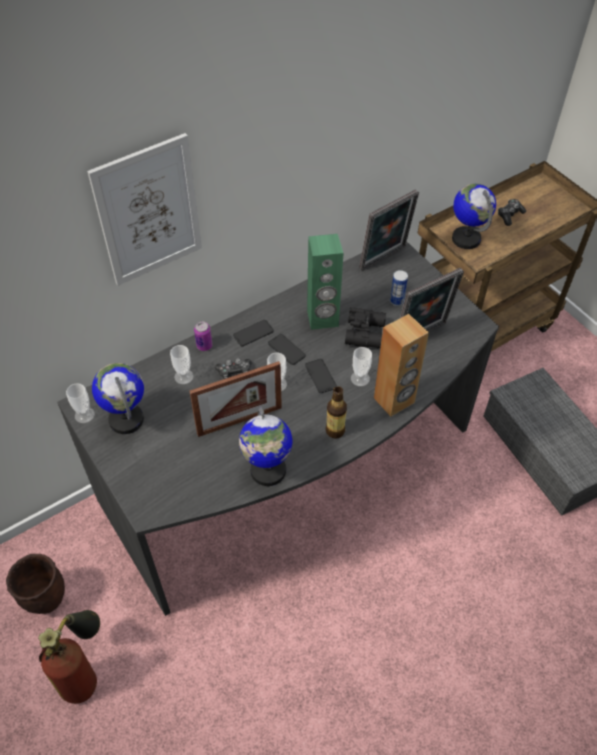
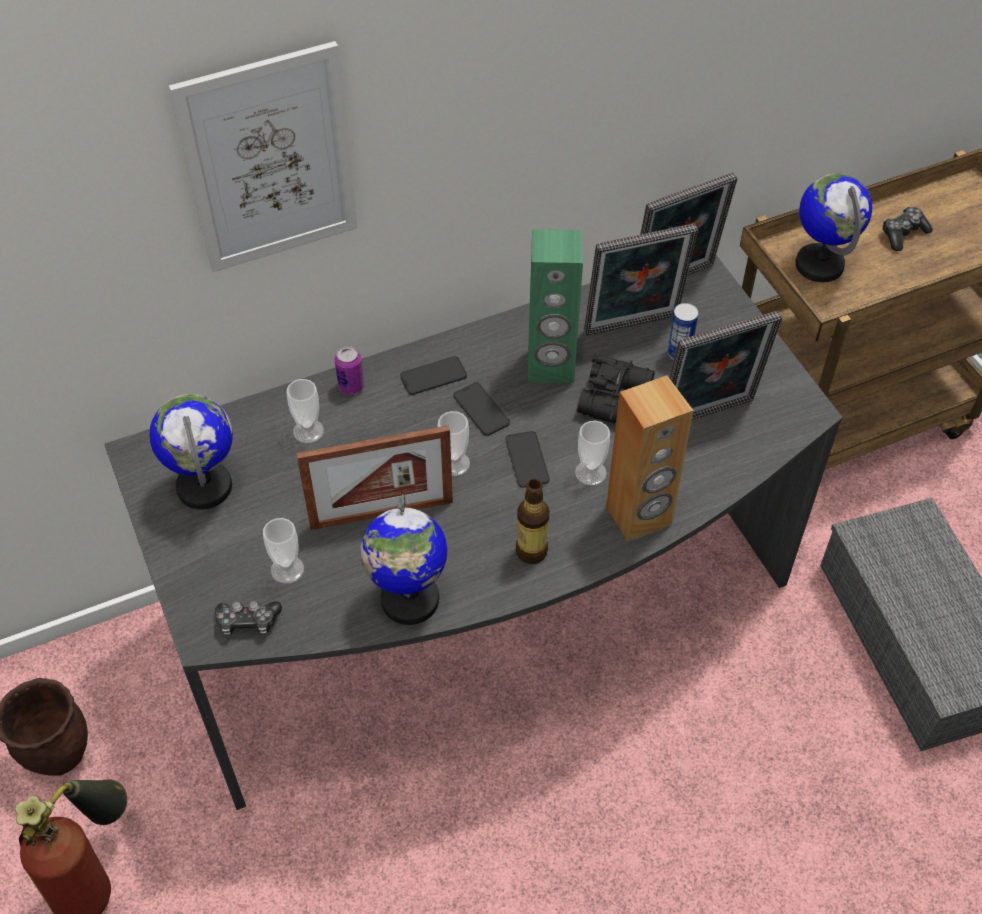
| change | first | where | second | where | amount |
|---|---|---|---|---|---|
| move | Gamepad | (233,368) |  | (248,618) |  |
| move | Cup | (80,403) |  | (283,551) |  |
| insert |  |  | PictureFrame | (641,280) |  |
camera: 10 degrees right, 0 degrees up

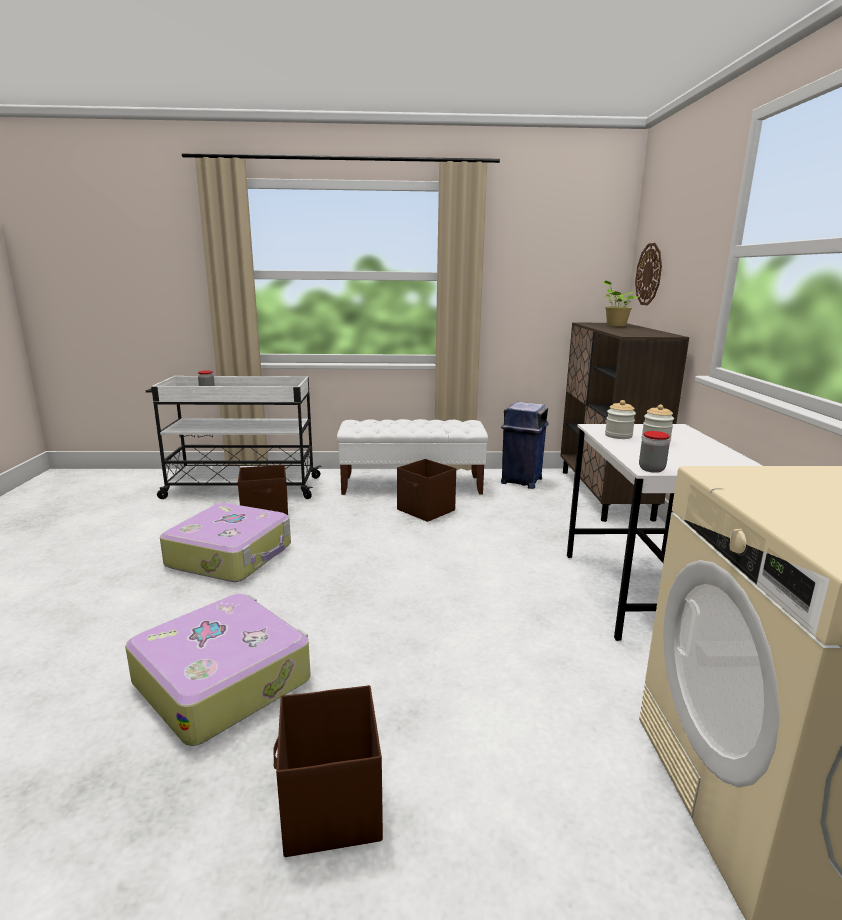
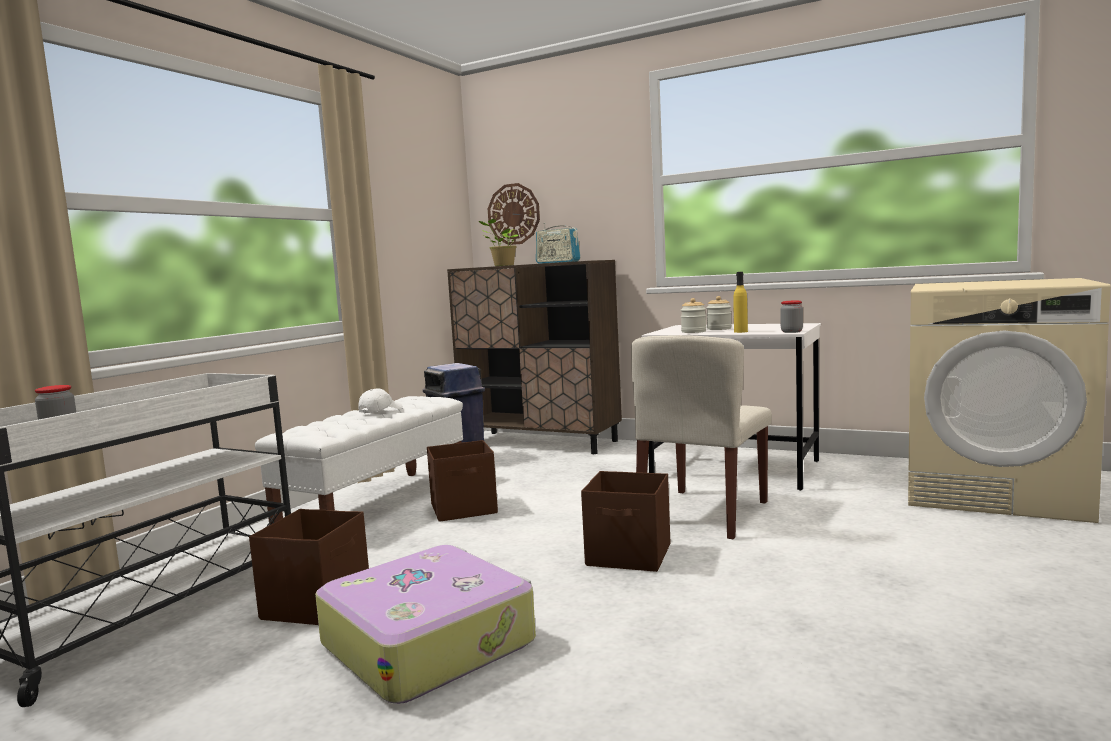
| change | first | where | second | where | amount |
|---|---|---|---|---|---|
| delete | TravelCase | (218,670) |  |  |  |
| move | BrownColouredStorageBox | (328,771) |  | (625,521) |  |
| insert |  |  | RadioReceiver | (558,243) |  |
| insert |  |  | YellowColouredDrinkBottle | (740,302) |  |
| insert |  |  | BeigeColouredChair | (701,437) |  |
| insert |  |  | WhiteColouredCap | (380,400) |  |
camera: 60 degrees left, 10 degrees down

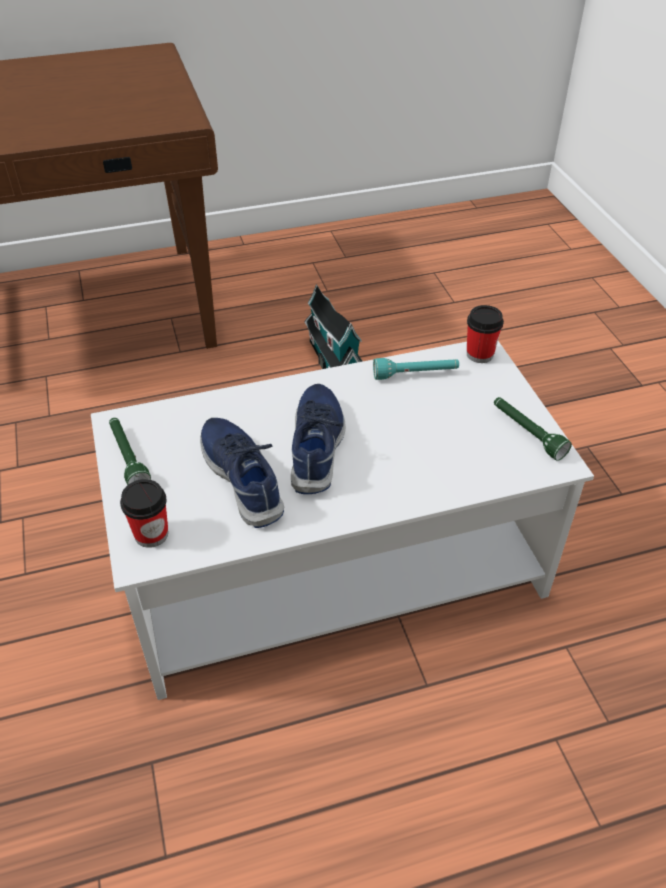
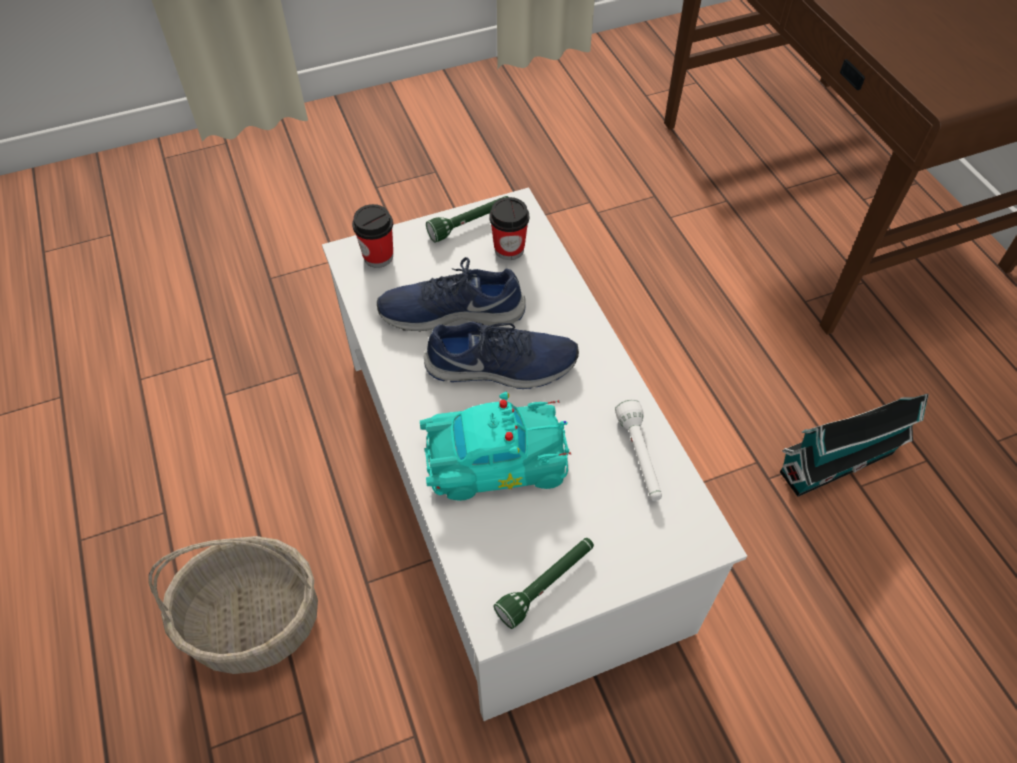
| change | first | where | second | where | amount |
|---|---|---|---|---|---|
| move | Cup | (485,334) |  | (509,228) |  |
| recolor | TurquoiseColouredFlashlight | (416,369) | WhiteColouredFlashlight | (638,450) |  |
| rotate | BlueColouredShoe | (242,473) |  | (451,294) | 150 degrees counterclockwise |
| insert |  |  | TurquoiseColouredMiniatureCar | (495,446) |  |
| insert |  |  | HouseholdBasket | (233,605) |  |
camera: 85 degrees right, 10 degrees up

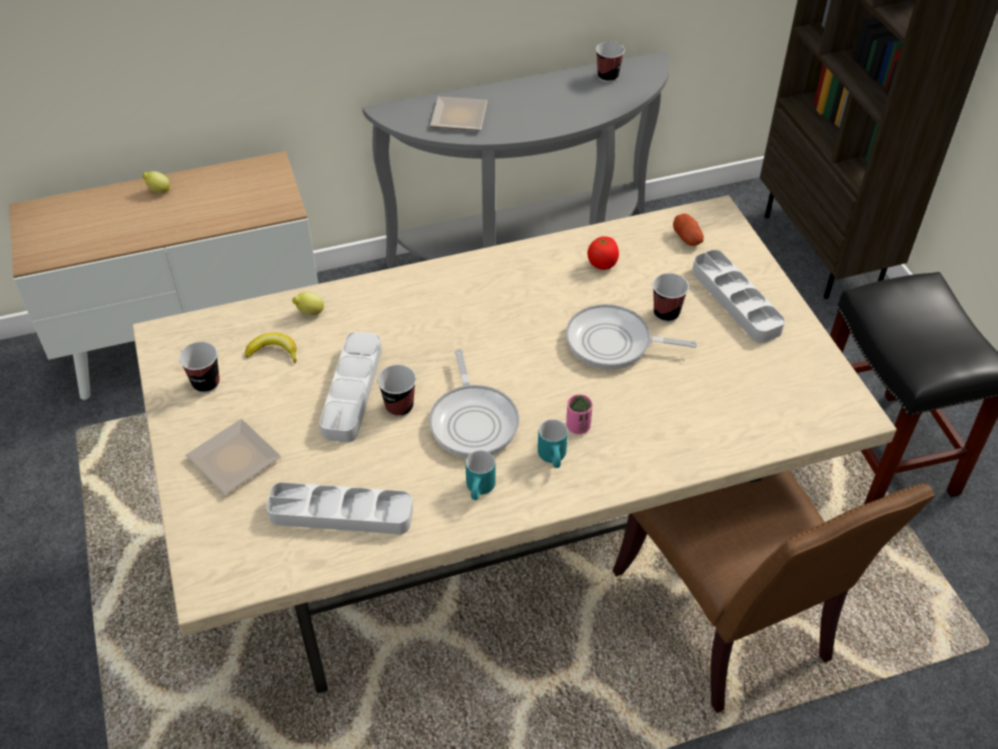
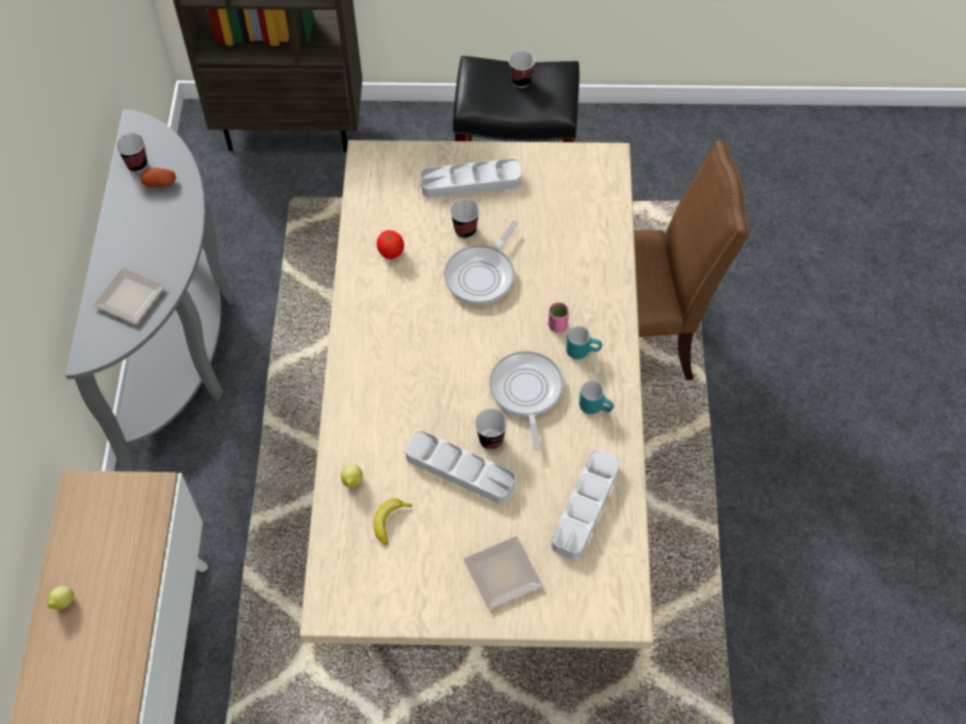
| change | first | where | second | where | amount |
|---|---|---|---|---|---|
| move | Potato | (688,230) |  | (158,177) |  |
| move | Cup | (199,367) |  | (521,69) |  |
| rotate | Pan | (474,403) |  | (526,400) | 105 degrees counterclockwise |
camera: 70 degrees left, 10 degrees up

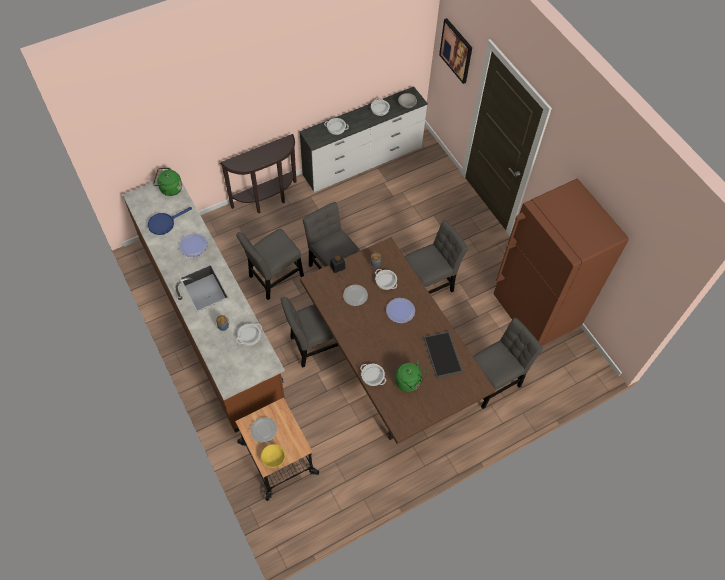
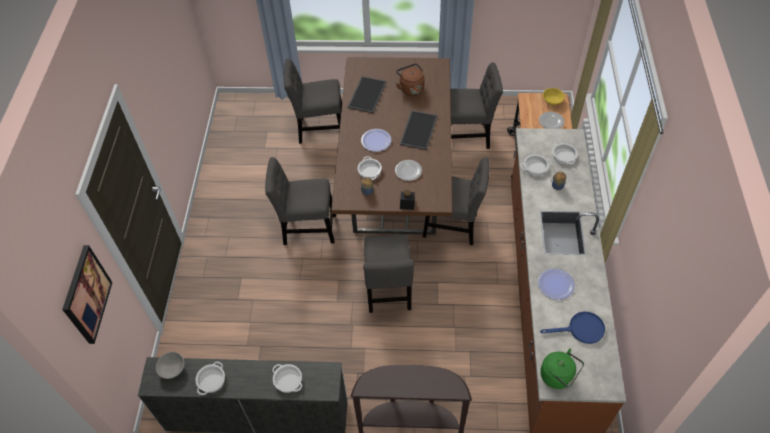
| change | first | where | second | where | amount |
|---|---|---|---|---|---|
| delete | BrownColouredRefrigerator | (561,262) |  |  |  |
| move | GrayChair | (270,264) |  | (476,105) |  |
| recolor | GreenishTeaKettle | (411,376) | BrownColouredTeaKettle | (410,79) |  |
| move | CookingPot | (373,375) |  | (565,152) |  |
| insert |  |  | ServingTray | (419,130) |  |
camera: 145 degrees left, 5 degrees down

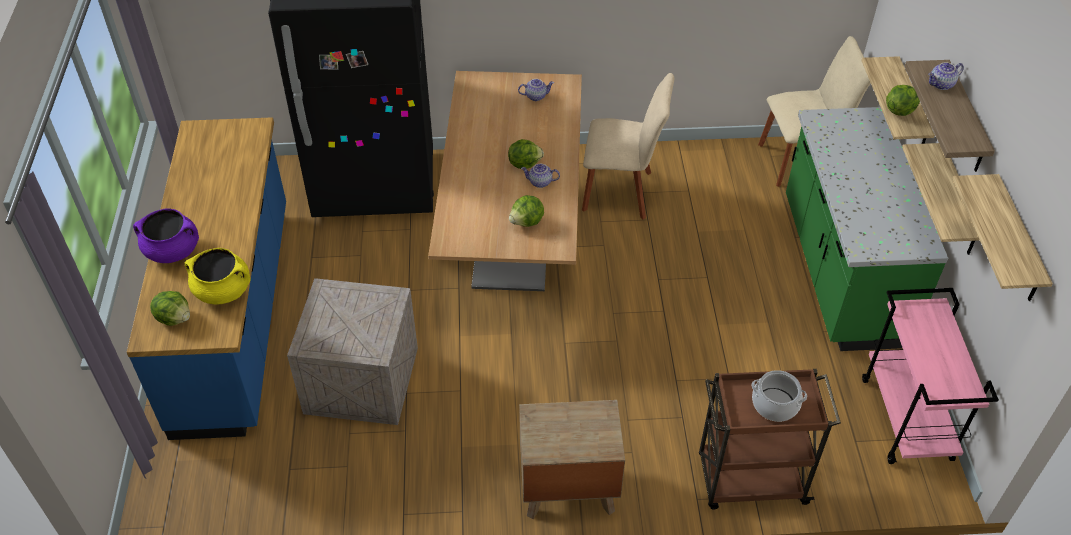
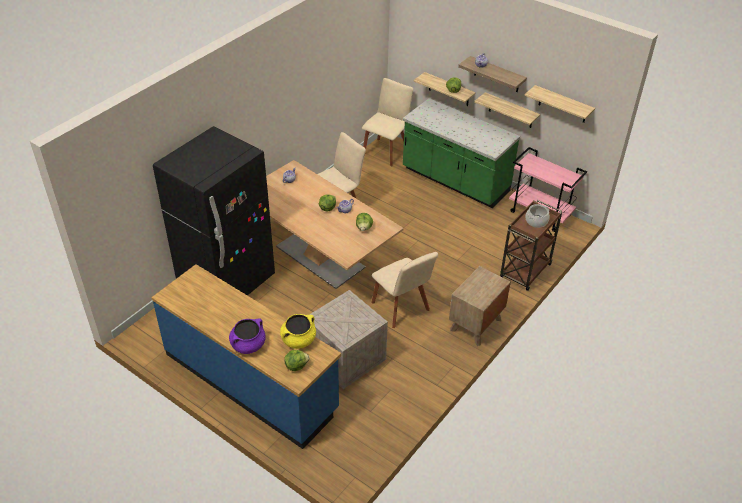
| change | first | where | second | where | amount |
|---|---|---|---|---|---|
| insert |  |  | BeigeColouredChair | (404,290) |  |
camera: 50 degrees left, 5 degrees down

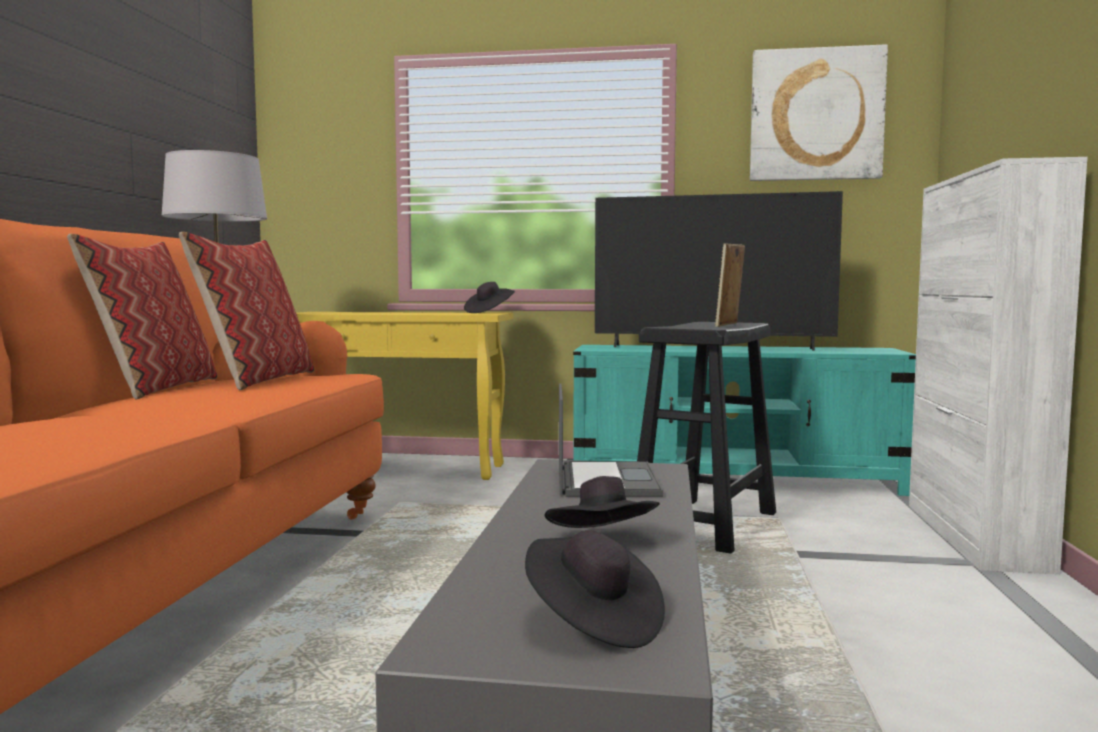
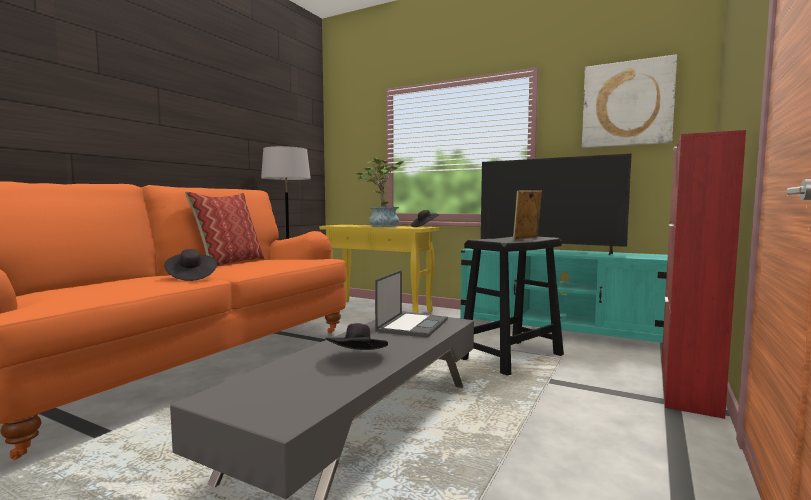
| change | first | where | second | where | amount |
|---|---|---|---|---|---|
| recolor | WhiteColouredCupboard | (998,365) | RedCupboard | (704,274) |  |
| delete | Cushion | (246,311) |  |  |  |
| move | BlackishHat | (595,589) |  | (190,265) |  |
| insert |  |  | PlantInAPot | (379,192) |  |
camera: 20 degrees right, 0 degrees up

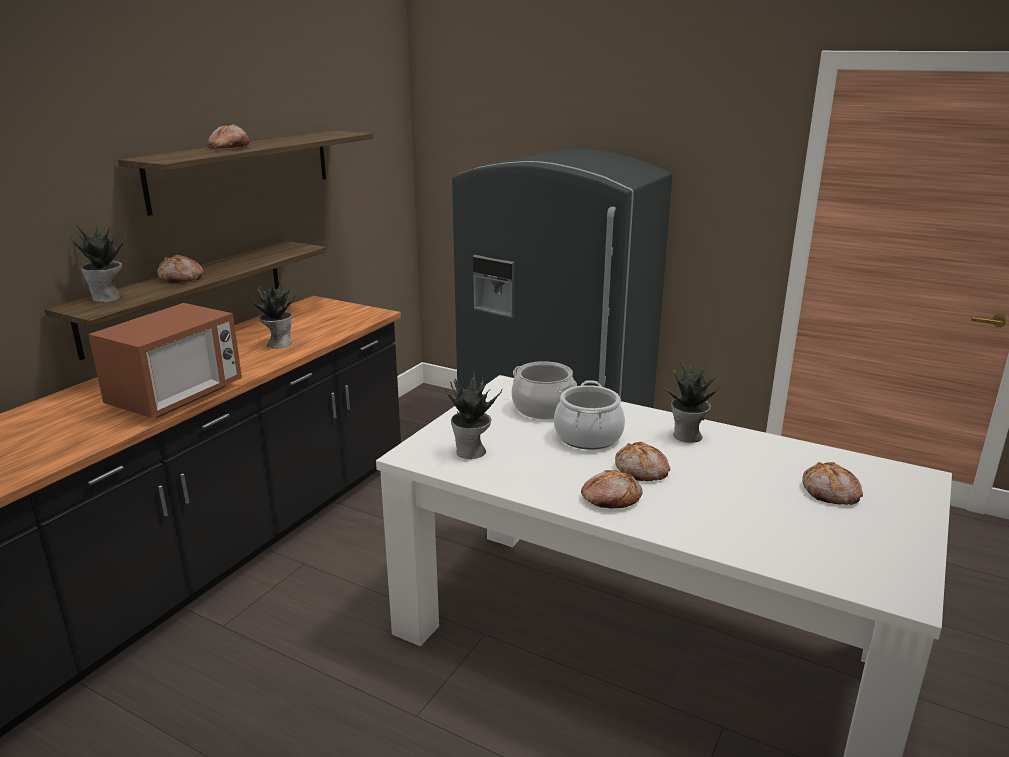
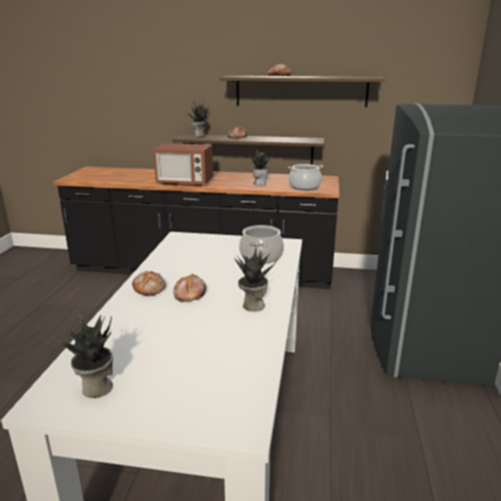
| change | first | where | second | where | amount |
|---|---|---|---|---|---|
| move | PlantInAPot | (474,415) |  | (82,355) |  |
| move | CookingPot | (589,415) |  | (305,177) |  |
| delete | Bread | (832,483) |  |  |  |
camera: 70 degrees right, 0 degrees up

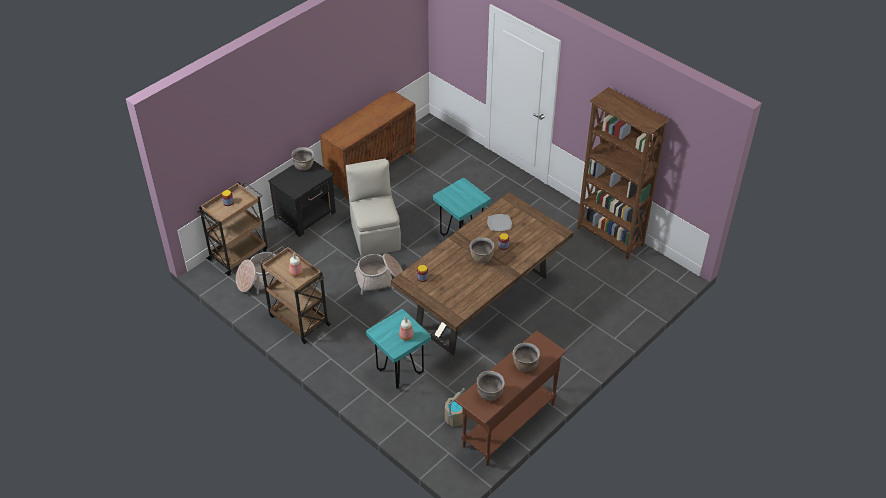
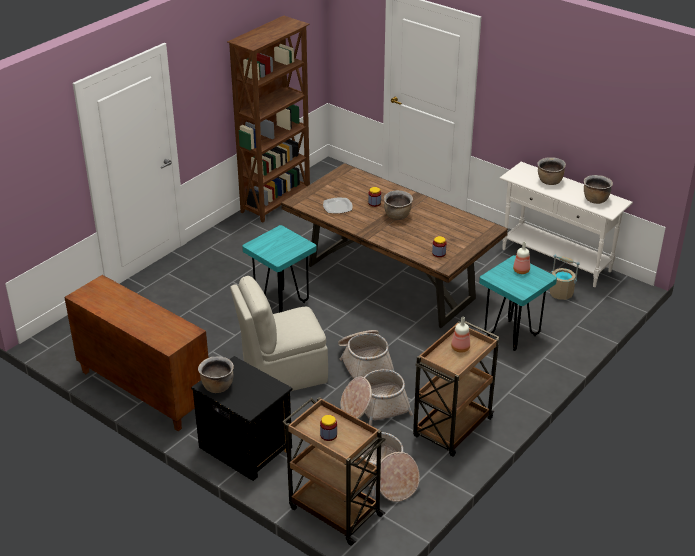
| change | first | where | second | where | amount |
|---|---|---|---|---|---|
| recolor | BrownColouredNarrowTable | (511,398) | WhiteColouredNarrowTable | (566,224) |  |
| insert |  |  | HouseholdBasket | (376,397) |  |
camera: 95 degrees left, 10 degrees down

